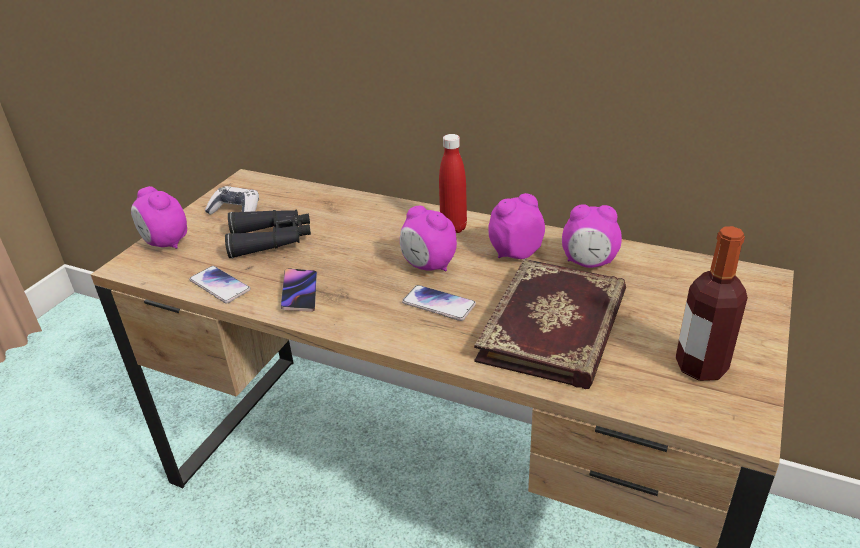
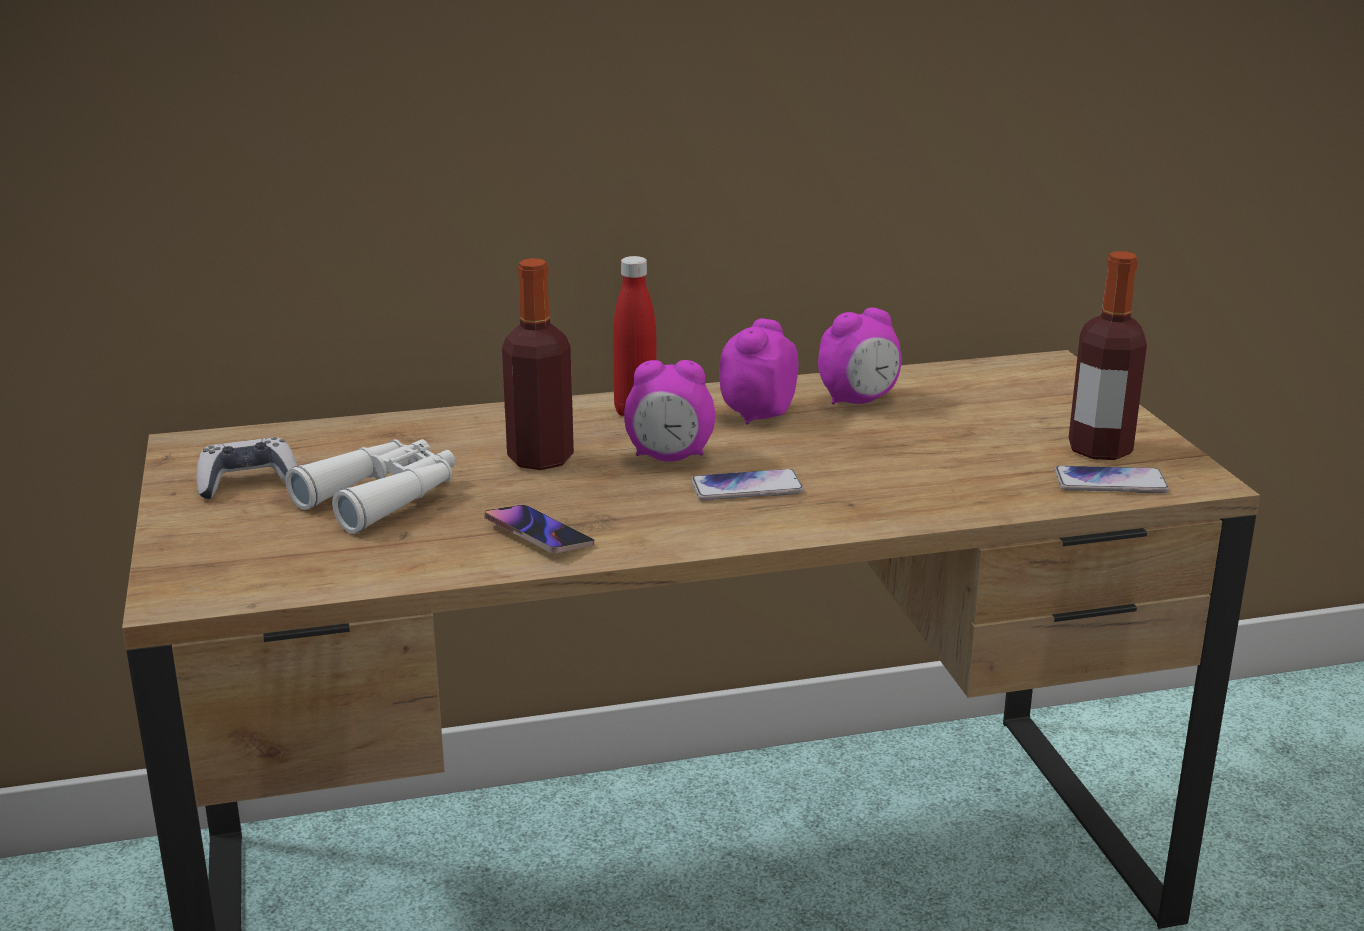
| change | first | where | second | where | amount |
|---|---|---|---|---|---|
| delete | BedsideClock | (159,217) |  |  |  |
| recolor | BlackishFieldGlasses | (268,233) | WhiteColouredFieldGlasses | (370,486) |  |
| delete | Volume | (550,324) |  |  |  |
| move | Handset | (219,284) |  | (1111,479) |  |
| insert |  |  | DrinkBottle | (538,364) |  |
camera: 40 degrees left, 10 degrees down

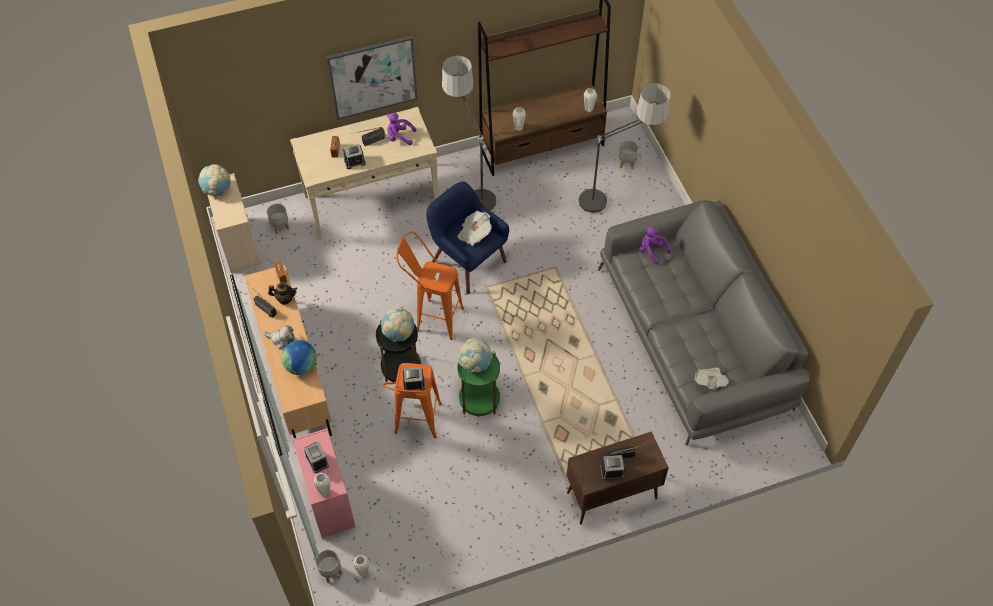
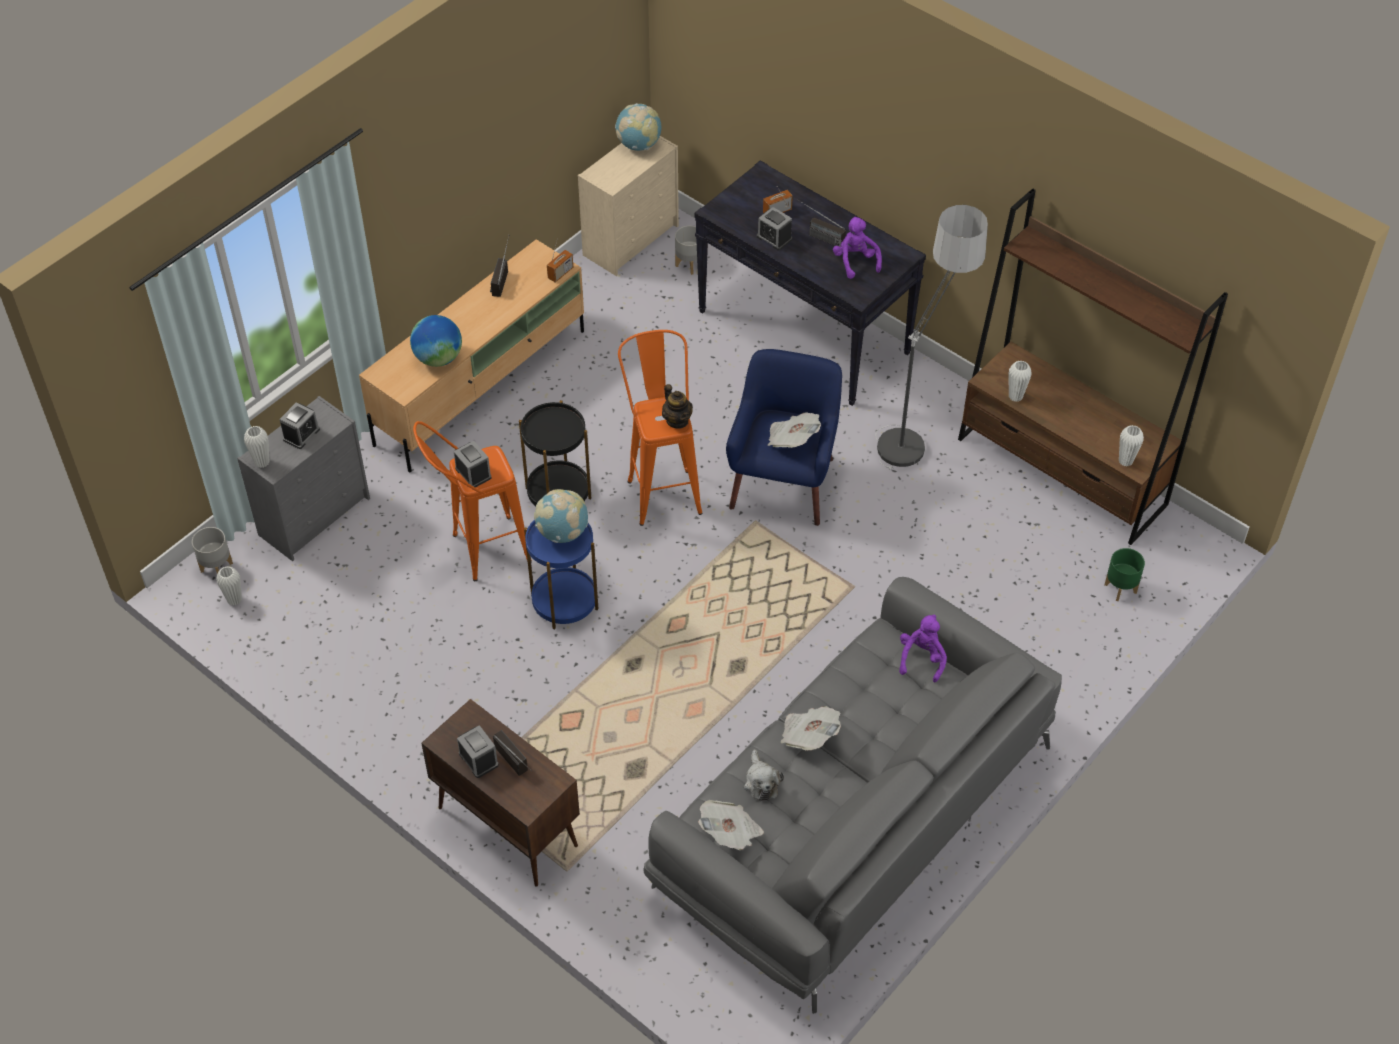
| change | first | where | second | where | amount |
|---|---|---|---|---|---|
| delete | Picture | (371,78) |  |  |  |
| delete | StandingLamp | (623,148) |  |  |  |
| recolor | BeigeColouredNarrowTable | (364,173) | BlackishNarrowTable | (810,283) |  |
| recolor | GrayPlanter | (628,154) | GreenishPlanter | (1124,574) |  |
| move | Teapot | (282,293) |  | (677,406) |  |
| delete | WorldGlobe | (397,325) |  |  |  |
| move | SoftToy | (279,337) |  | (764,775) |  |
| recolor | GreenishSideTable | (479,384) | BlueColouredSideTable | (561,574) |  |
| recolor | PinkColouredDresser | (324,483) | GrayDresser | (303,478) |  |
| insert |  |  | DailyPaper | (811,728) |  |
camera: 60 degrees right, 5 degrees down

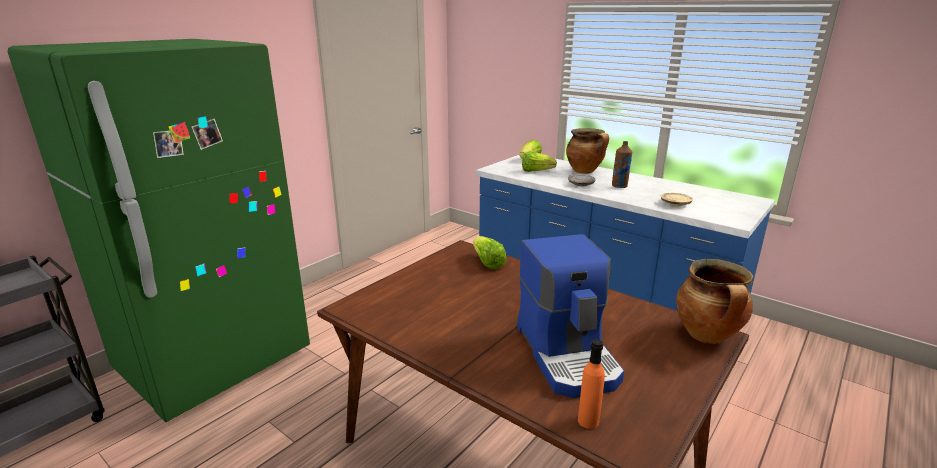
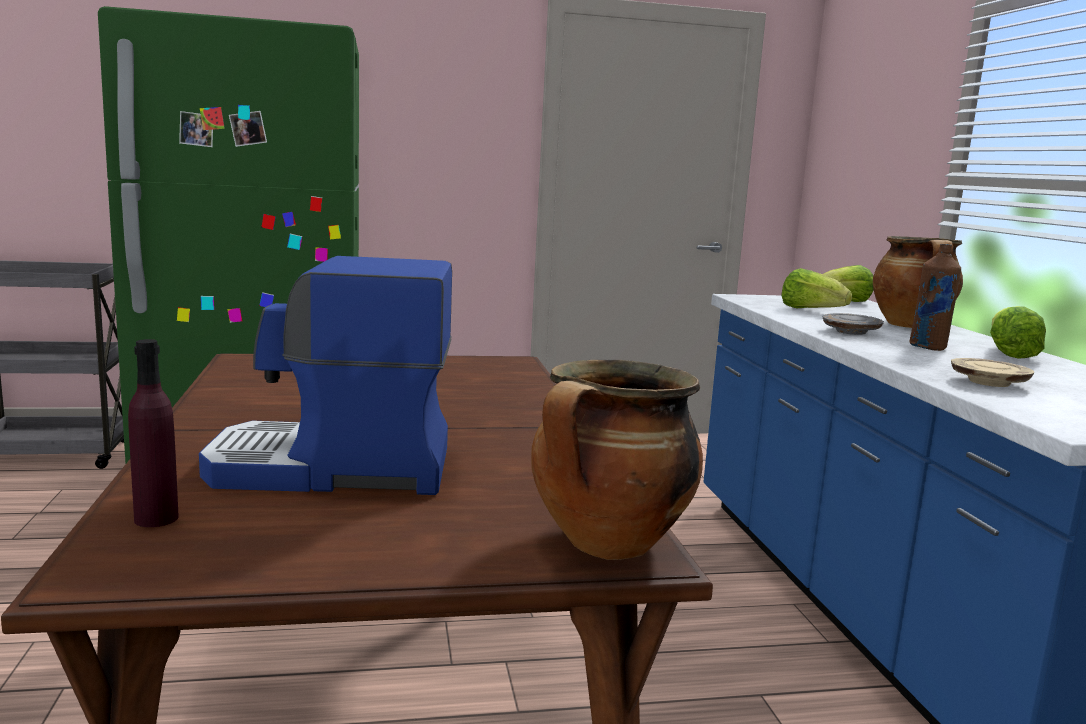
| change | first | where | second | where | amount |
|---|---|---|---|---|---|
| rotate | CoffeeMachine | (570,316) |  | (325,375) | 60 degrees clockwise |
| move | HeadOfLettuce | (489,252) |  | (1018,332) |  |
| recolor | OrangeColouredDrinkBottle | (591,384) | PurpleDrinkBottle | (153,433) |  |
camera: 40 degrees right, 10 degrees down

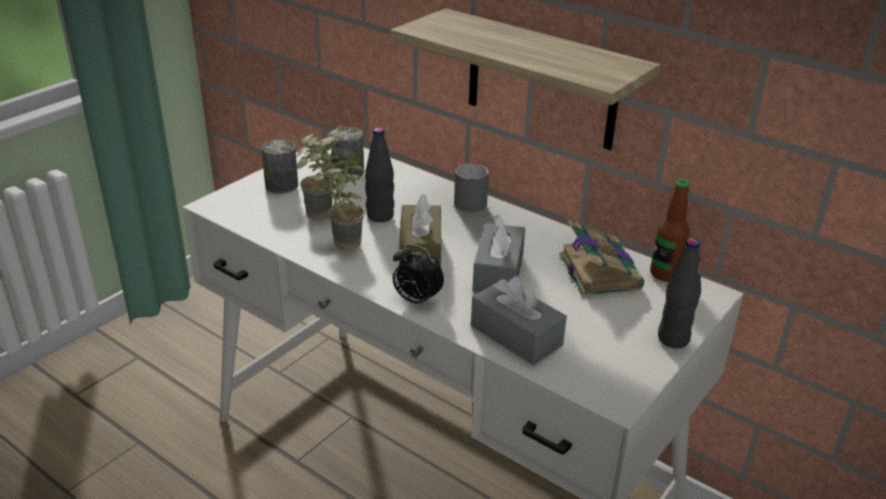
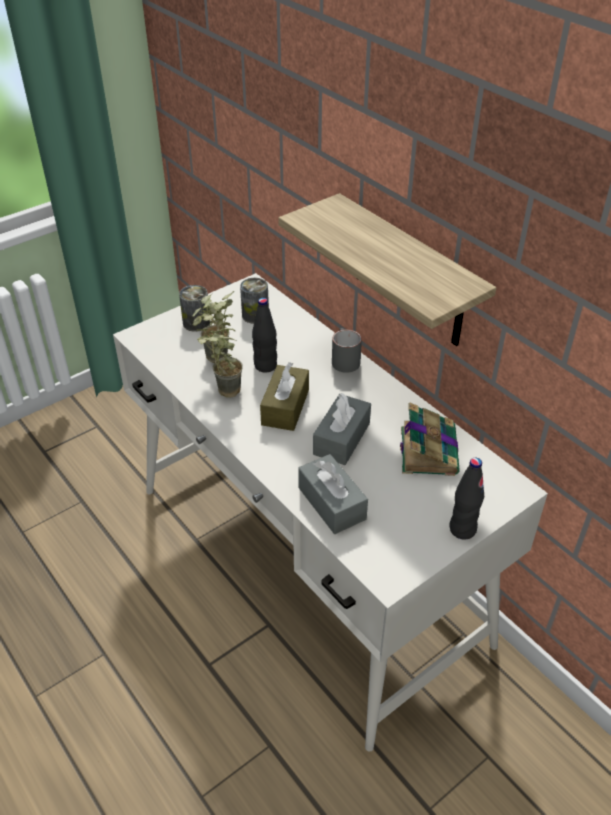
| change | first | where | second | where | amount |
|---|---|---|---|---|---|
| delete | DrinkBottle | (670,230) |  |  |  |
| delete | BedsideClock | (418,274) |  |  |  |
camera: 15 degrees right, 10 degrees up

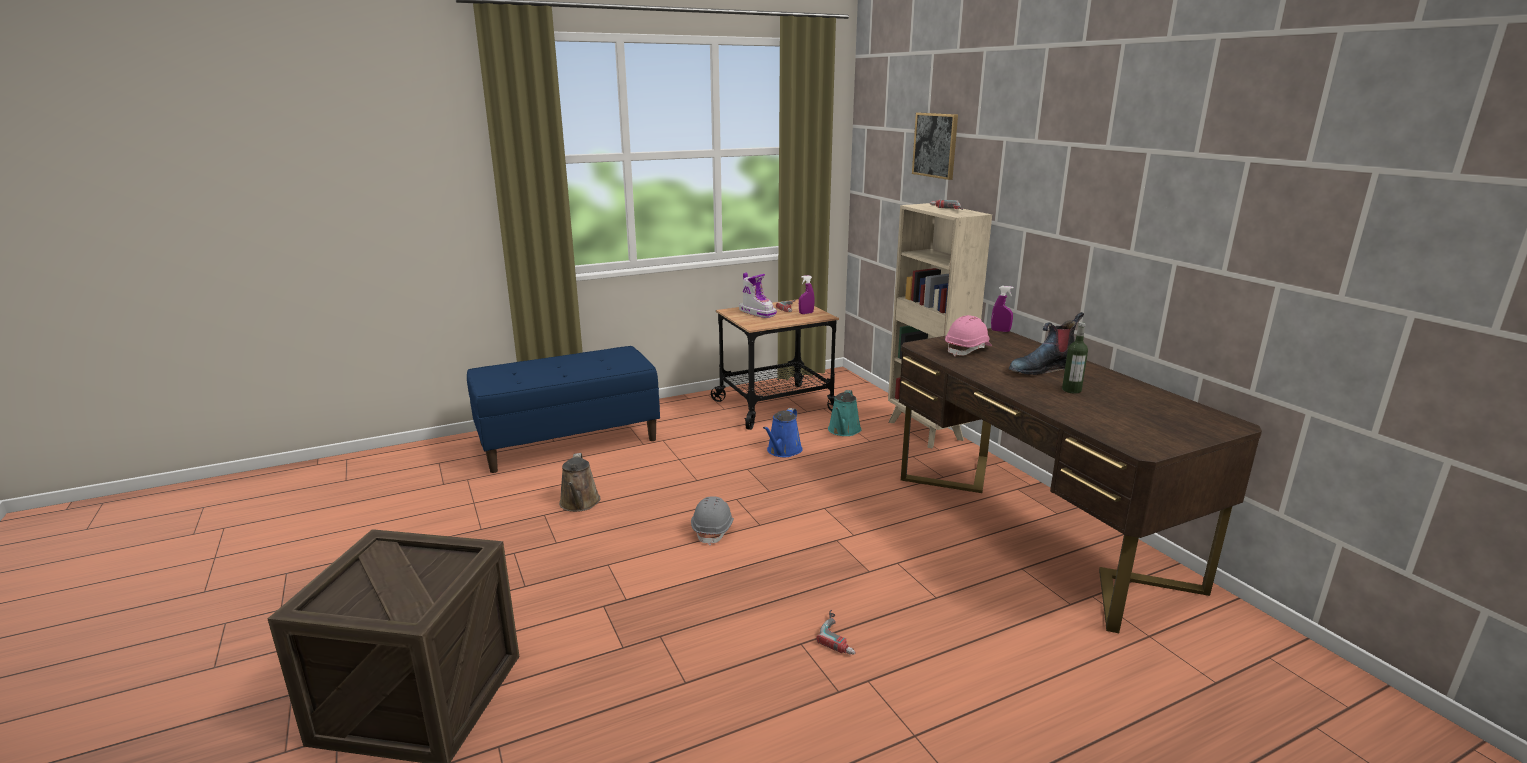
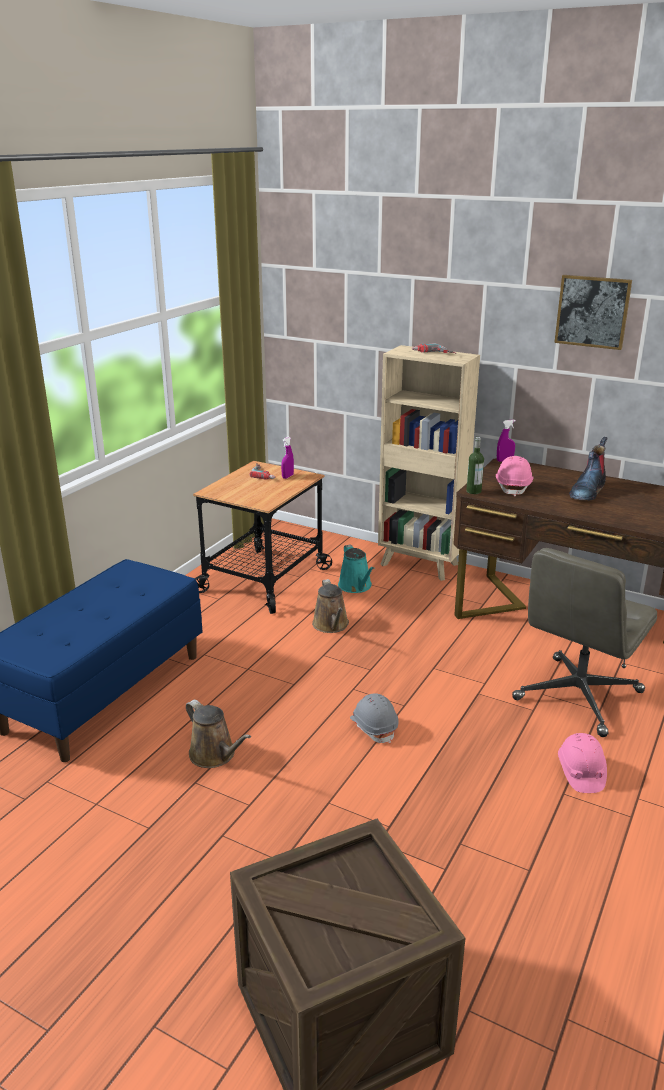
| change | first | where | second | where | amount |
|---|---|---|---|---|---|
| move | Picture | (935,146) |  | (593,312) |  |
| delete | HighTopBoot | (758,295) |  |  |  |
| move | DrinkBottle | (1075,358) |  | (475,465) |  |
| recolor | BlueColouredSprinklingCan | (783,432) | BrownColouredSprinklingCan | (330,606) |  |
| replace | Drill | (836,632) | PinkColouredHardHat | (582,763) |  |
| insert |  |  | GrayDeskChair | (584,642) |  |
camera: 35 degrees left, 5 degrees up

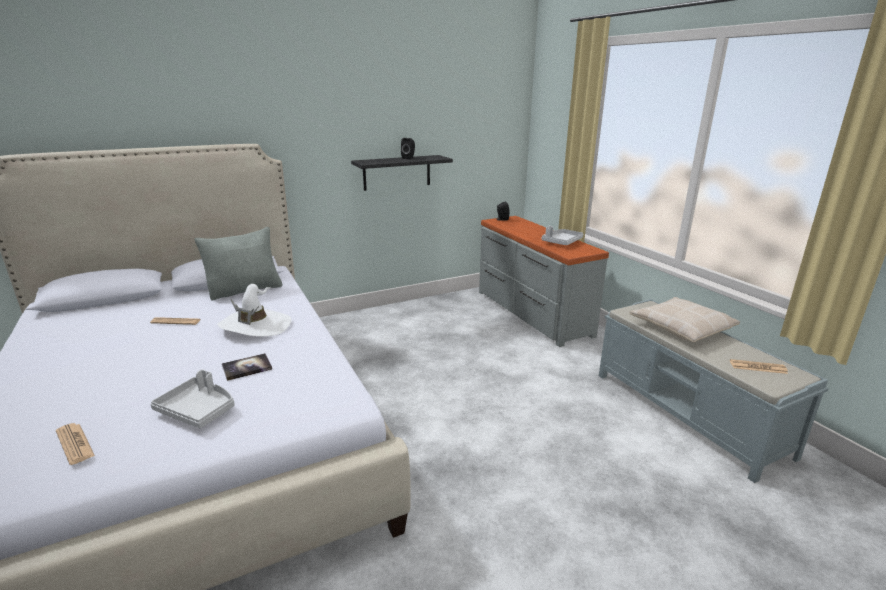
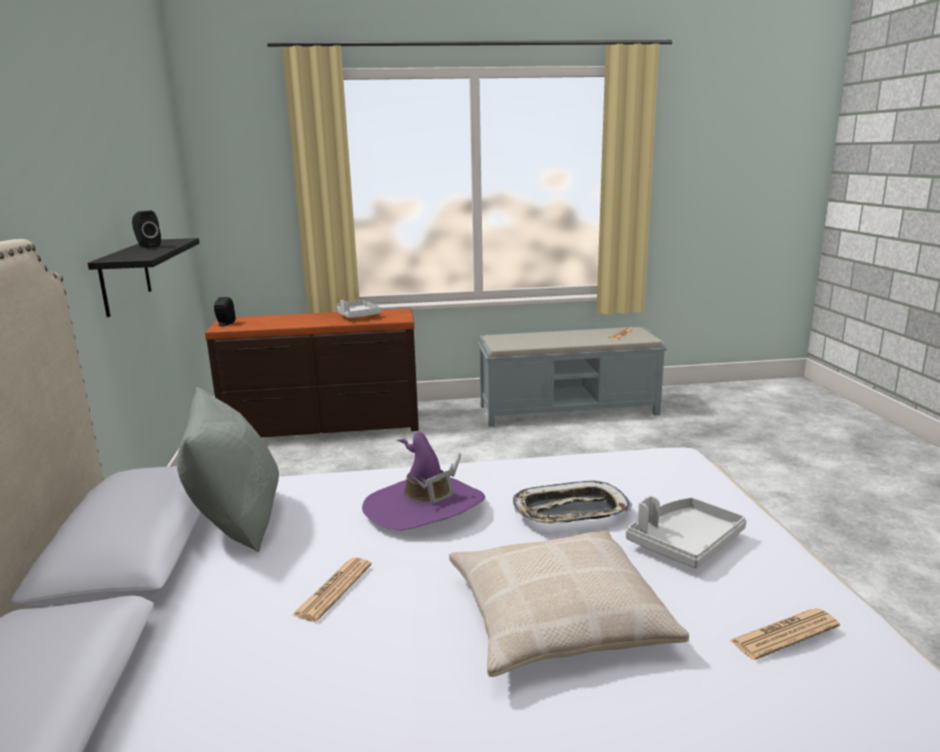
| change | first | where | second | where | amount |
|---|---|---|---|---|---|
| recolor | GrayDresser | (544,281) | BrownColouredDresser | (312,373) |  |
| recolor | WhiteColouredHat | (254,310) | PurpleHat | (423,481) |  |
| move | BeigeColouredCushion | (684,319) |  | (569,604) |  |
| replace | Volume | (247,367) | ServingTray | (572,502) |  |
camera: 70 degrees left, 5 degrees down

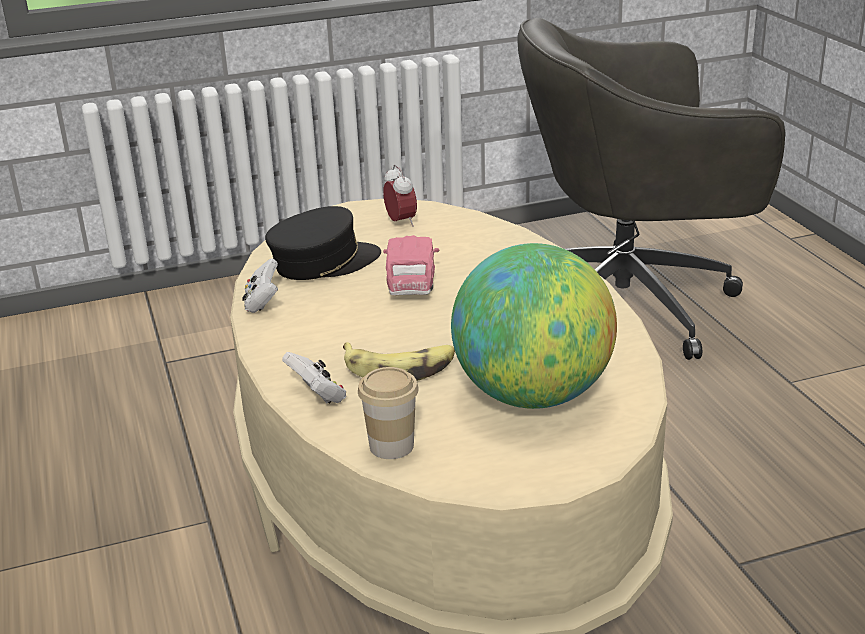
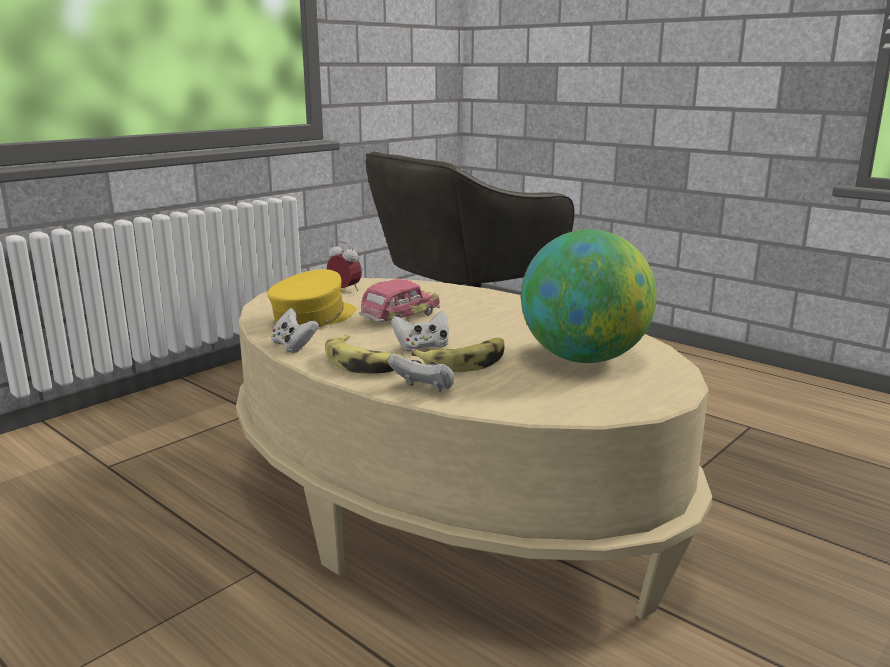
| change | first | where | second | where | amount |
|---|---|---|---|---|---|
| recolor | BlackishCap | (323,243) | YellowColouredCap | (311,298) |  |
| rotate | MiniatureCar | (411,265) |  | (399,300) | 75 degrees clockwise |
| delete | Cup | (388,413) |  |  |  |
| insert |  |  | WhiteColouredGamepad | (420,331) |  |
| insert |  |  | WholeBanana | (364,354) |  |
camera: 30 degrees left, 10 degrees down

